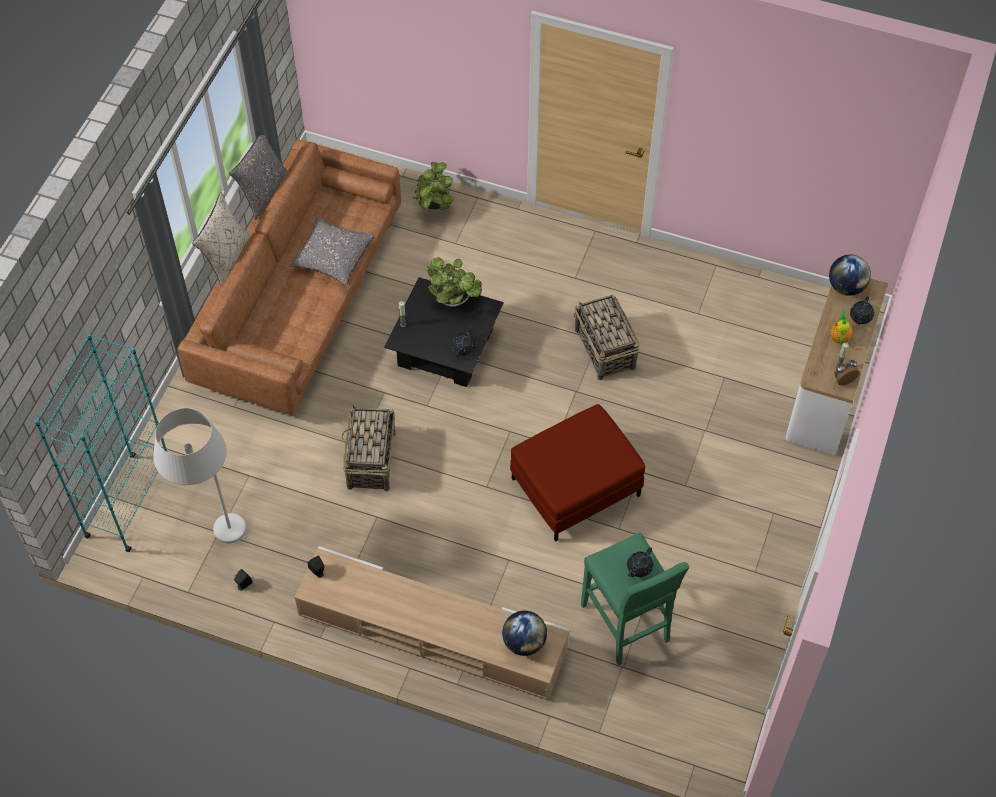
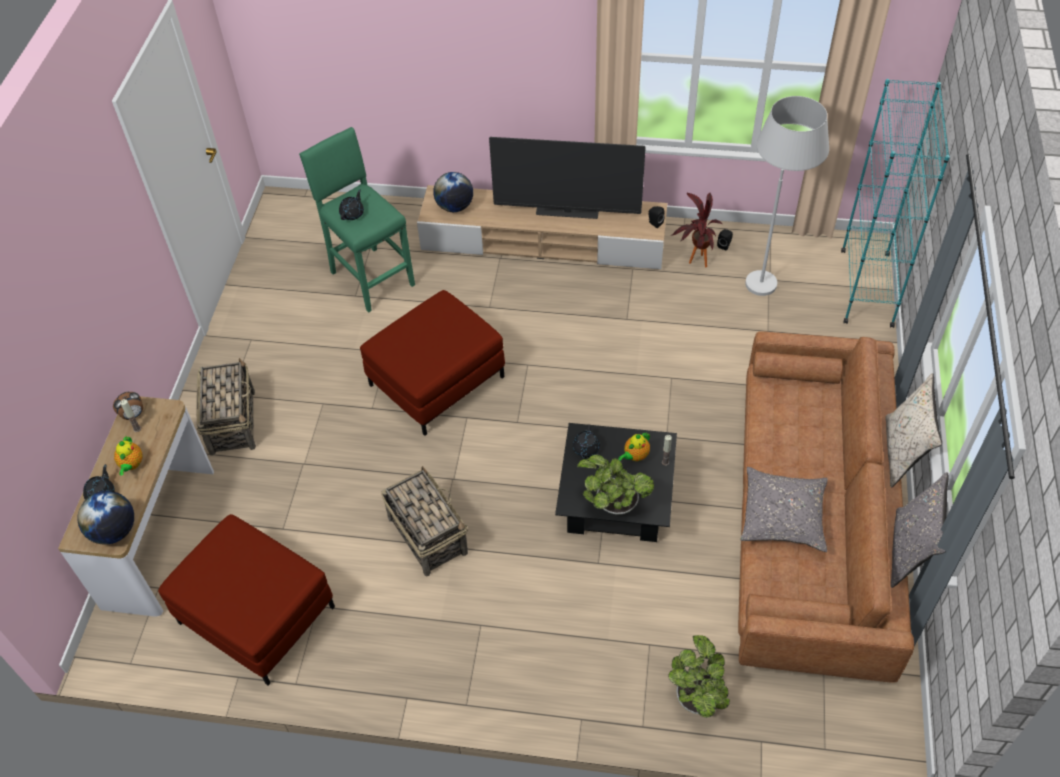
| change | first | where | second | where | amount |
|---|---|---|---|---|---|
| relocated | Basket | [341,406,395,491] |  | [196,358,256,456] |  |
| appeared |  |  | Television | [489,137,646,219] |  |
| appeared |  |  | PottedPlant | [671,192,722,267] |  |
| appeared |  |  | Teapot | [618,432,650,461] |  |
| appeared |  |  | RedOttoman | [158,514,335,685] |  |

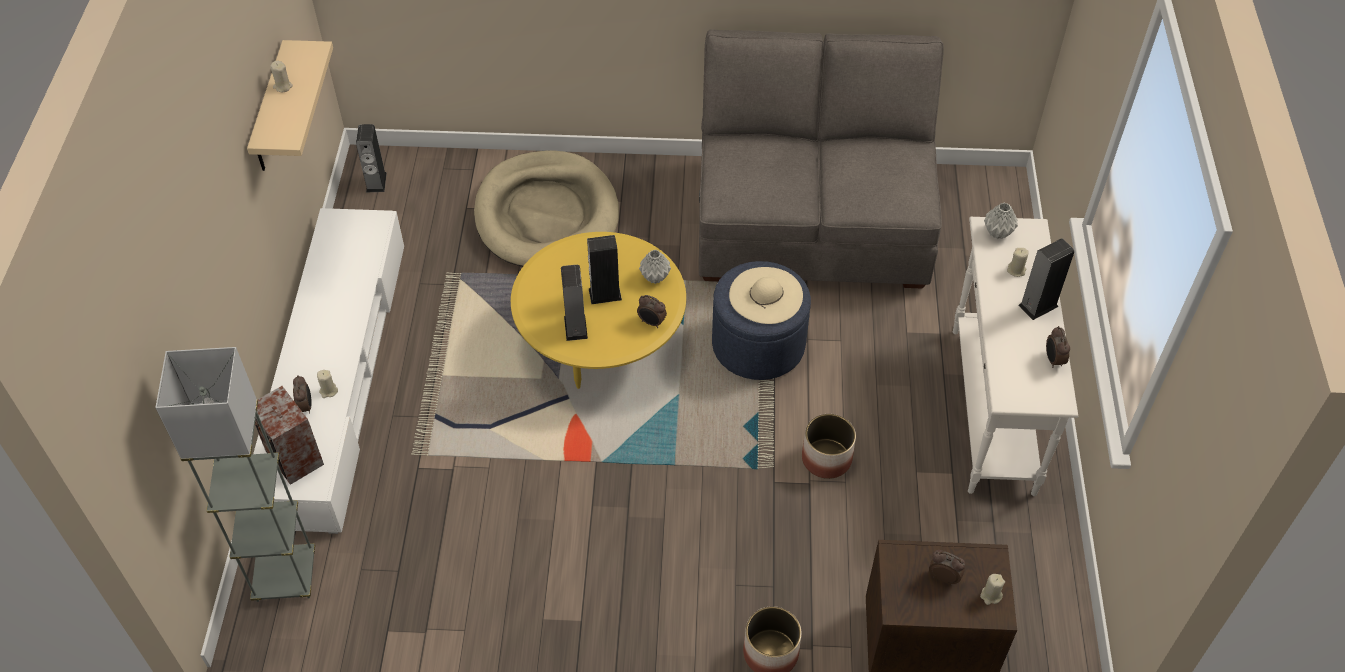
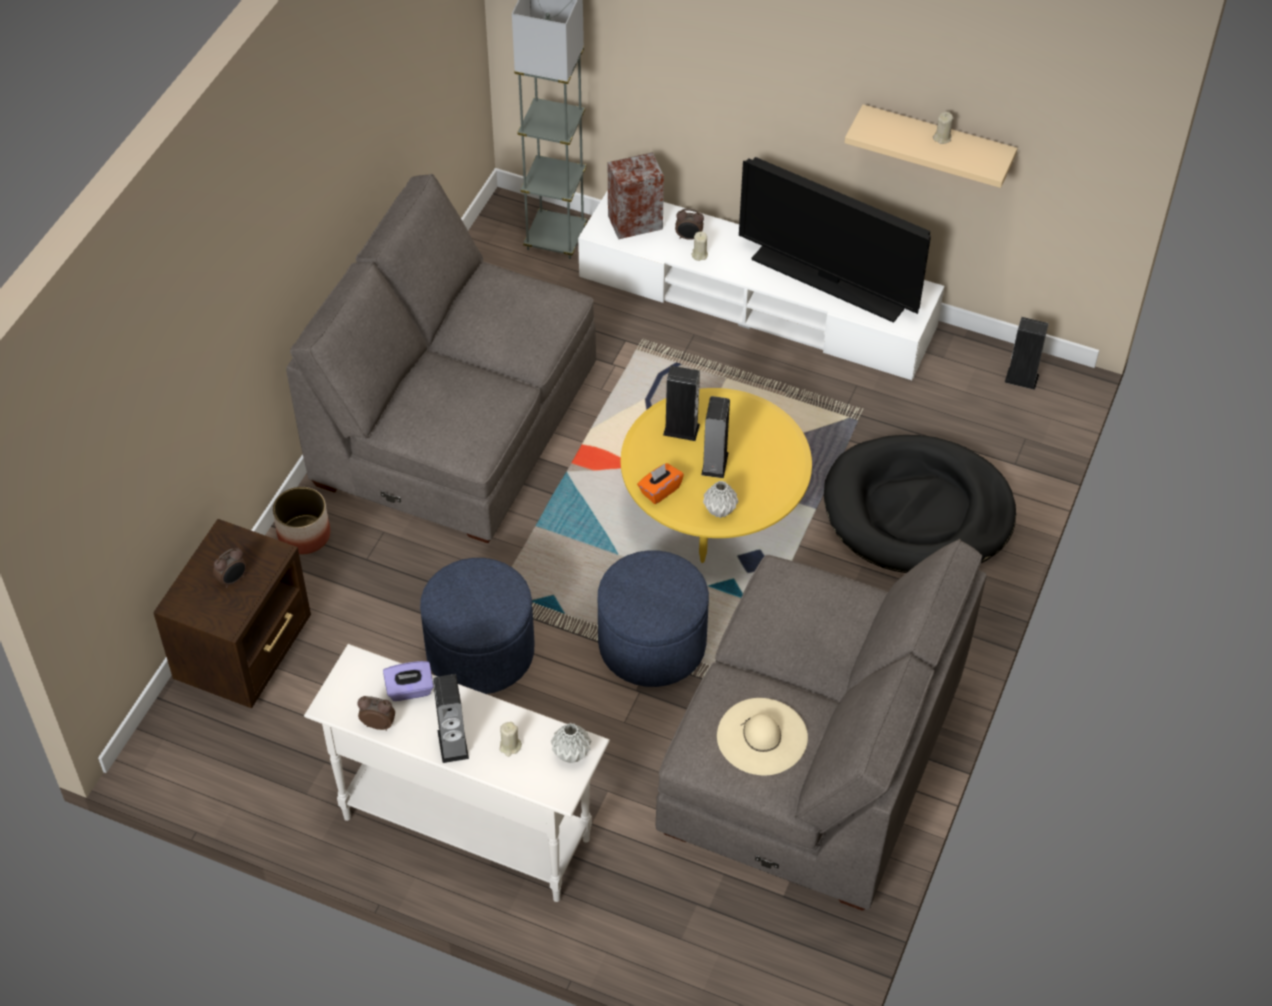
| change | first | where | second | where | amount |
|---|---|---|---|---|---|
| colour | BeigeDogBed | [474,151,619,267] | BlackDogBed | [824,435,1016,573] |  |
| relocated | BeigeHat | [729,267,803,324] |  | [717,698,808,775] |  |
| exchanged | AlarmClock | [637,295,667,328] | OrangeTissueBox | [637,463,684,504] |  |
| exchanged | Planter | [802,414,856,479] | BlueOttoman | [420,558,534,694] |  |
| missing | BeigeCandle | [980,574,1005,605] |  |  |  |
| appeared |  |  | Television | [739,157,931,323] |  |
| appeared |  |  | GreySofa | [286,174,596,543] |  |
| appeared |  |  | PurpleTissueBox | [383,661,433,701] |  |

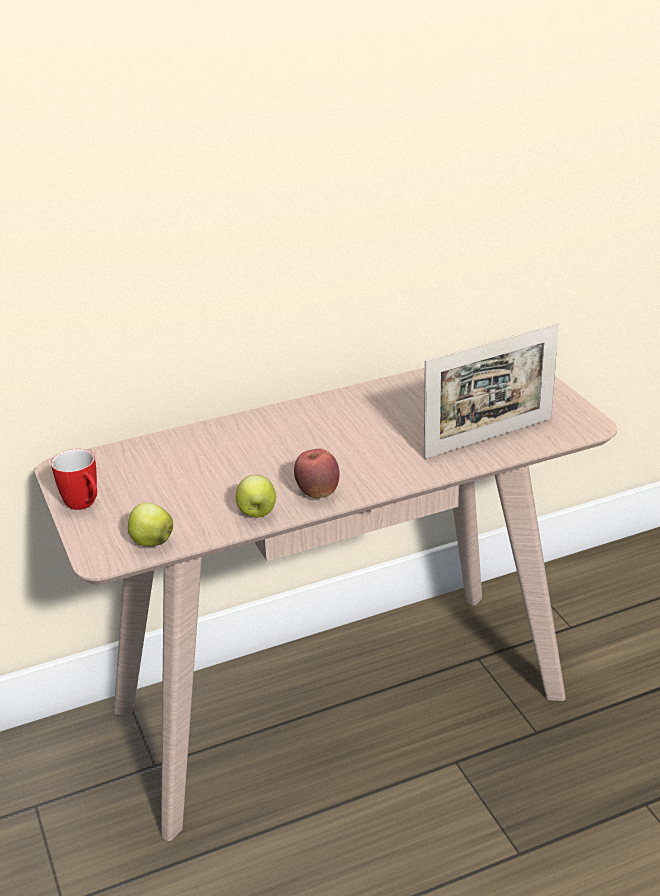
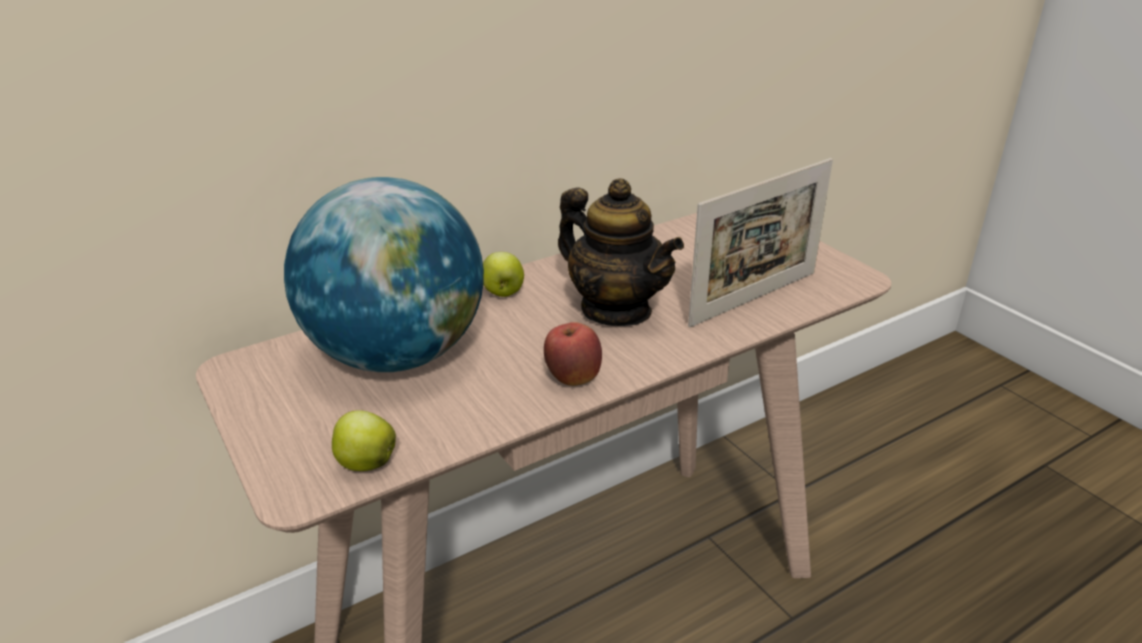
| change | first | where | second | where | amount |
|---|---|---|---|---|---|
| missing | Mug | [51,449,97,510] |  |  |  |
| relocated | Apple | [236,475,276,518] |  | [483,252,524,297] |  |
| appeared |  |  | Globe | [284,177,484,372] |  |
| appeared |  |  | Teapot | [558,178,684,326] |  |

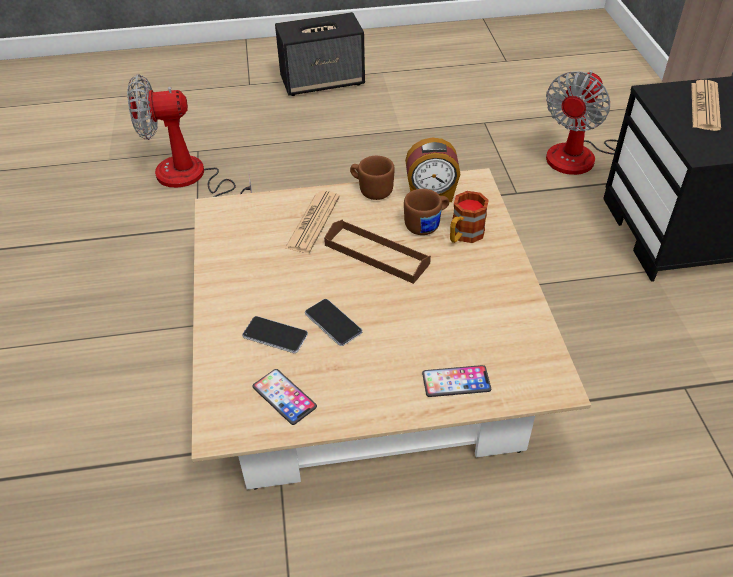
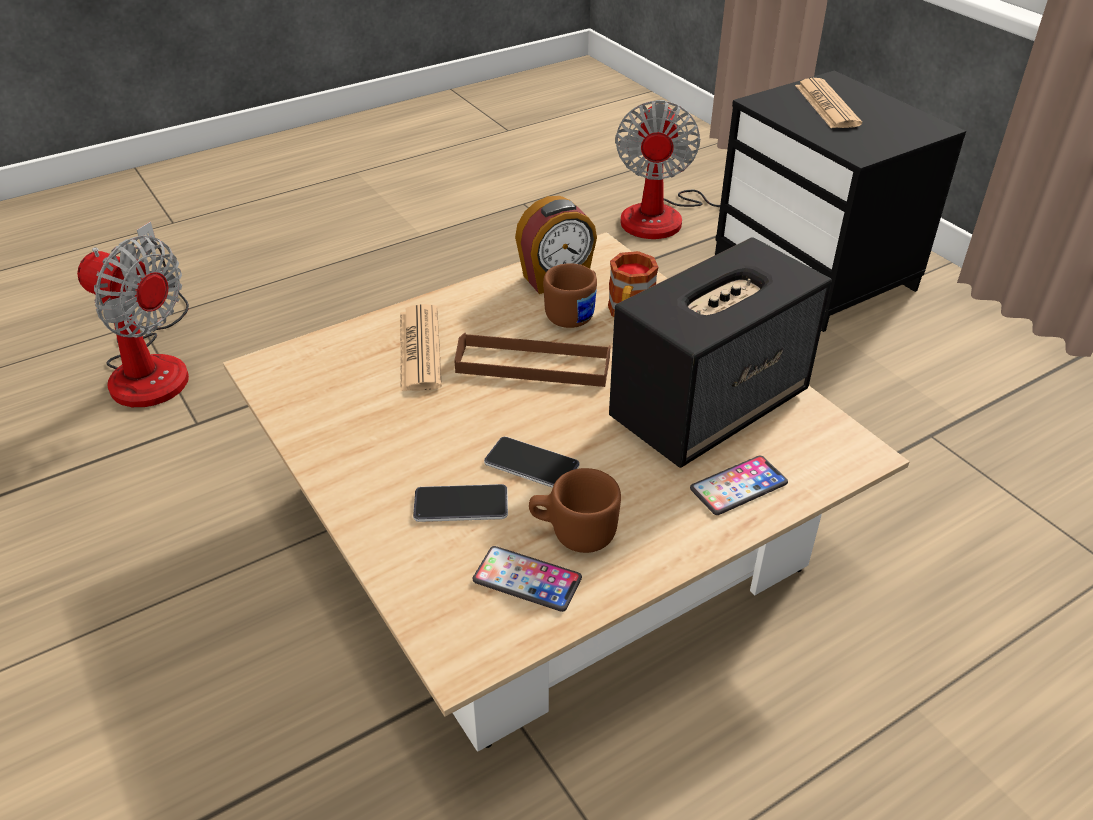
| change | first | where | second | where | amount |
|---|---|---|---|---|---|
| relocated | Speaker | [275,12,365,96] |  | [609,237,832,468] |  |
| spun | Fan | [127,74,252,197] |  | [77,222,189,407] | 120 degrees counterclockwise |
| relocated | BrownMug | [350,156,395,200] |  | [529,468,621,553] |  |

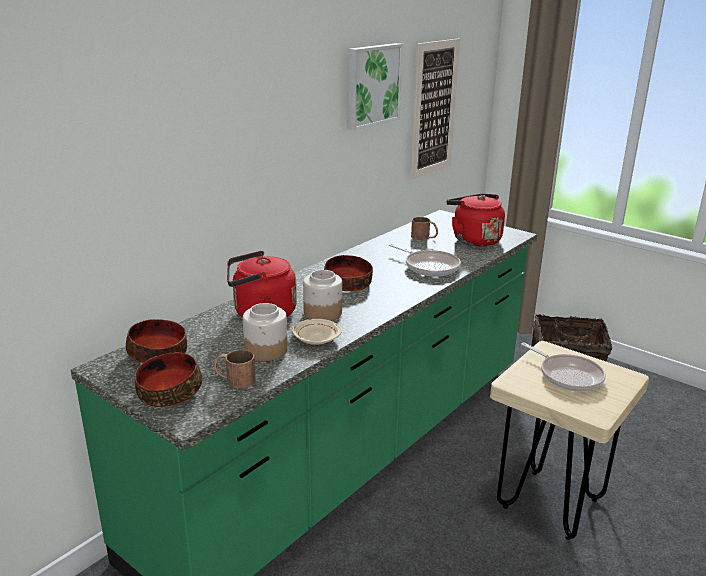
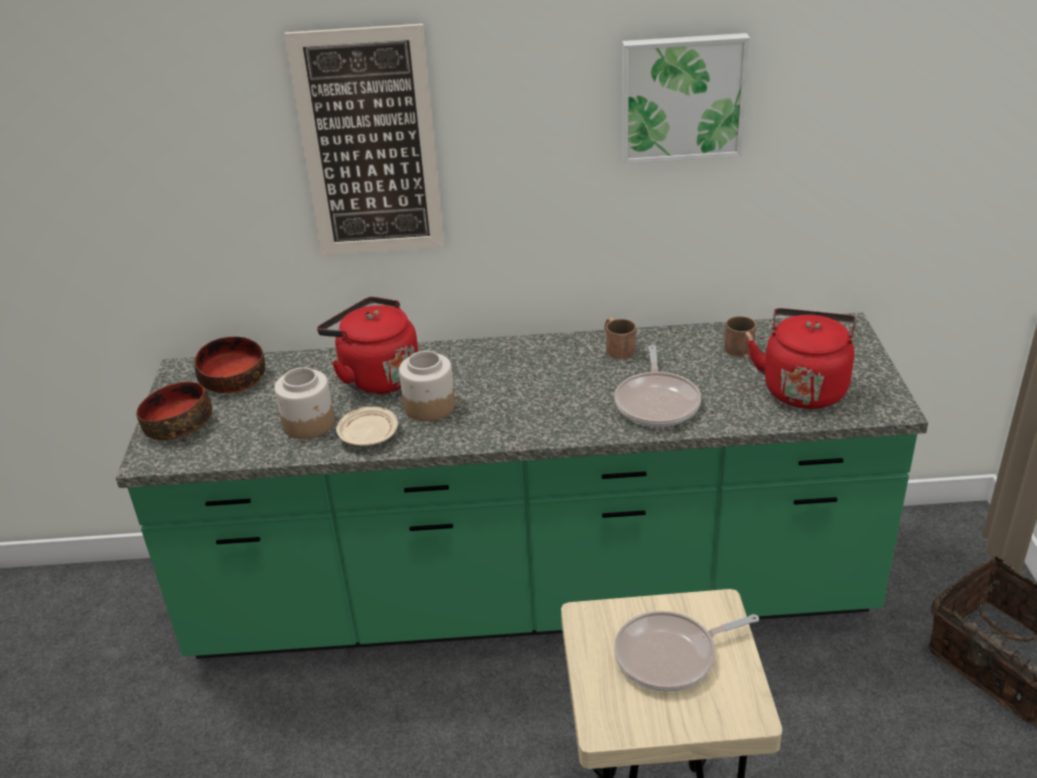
| change | first | where | second | where | amount |
|---|---|---|---|---|---|
| relocated | Picture | [411,39,460,179] |  | [284,24,445,255] |  |
| missing | Bowl | [324,255,373,292] |  |  |  |
| spun | FryingPan | [521,343,606,391] |  | [614,611,759,692] | 60 degrees clockwise |
| relocated | BrownMug | [214,350,256,388] |  | [604,318,636,360] |  |

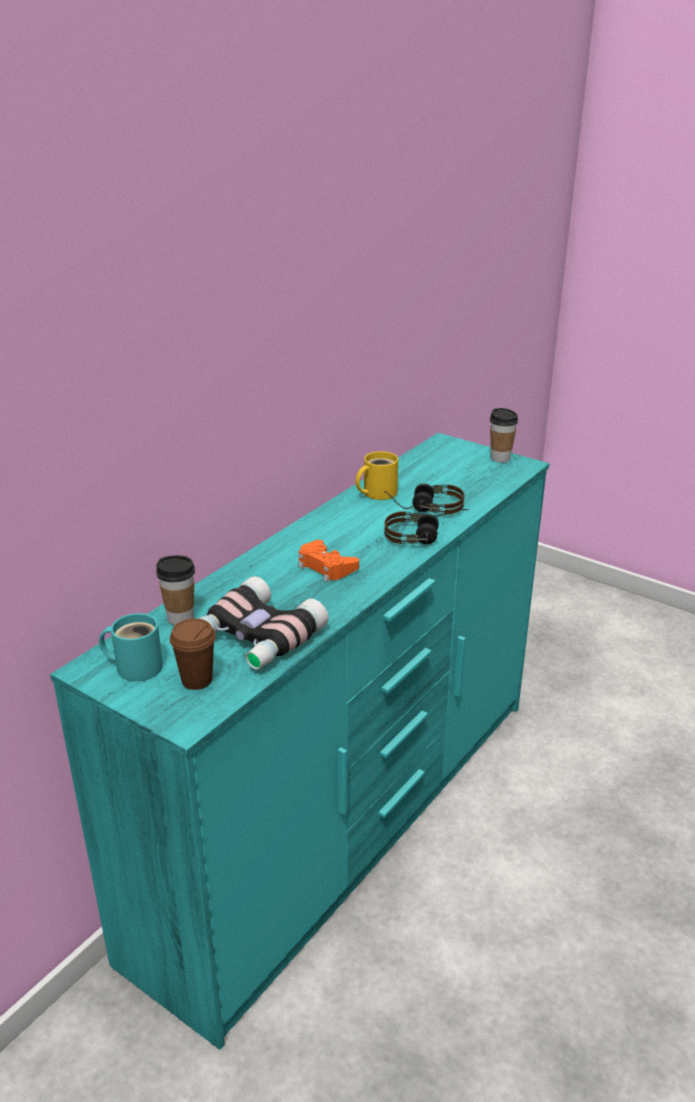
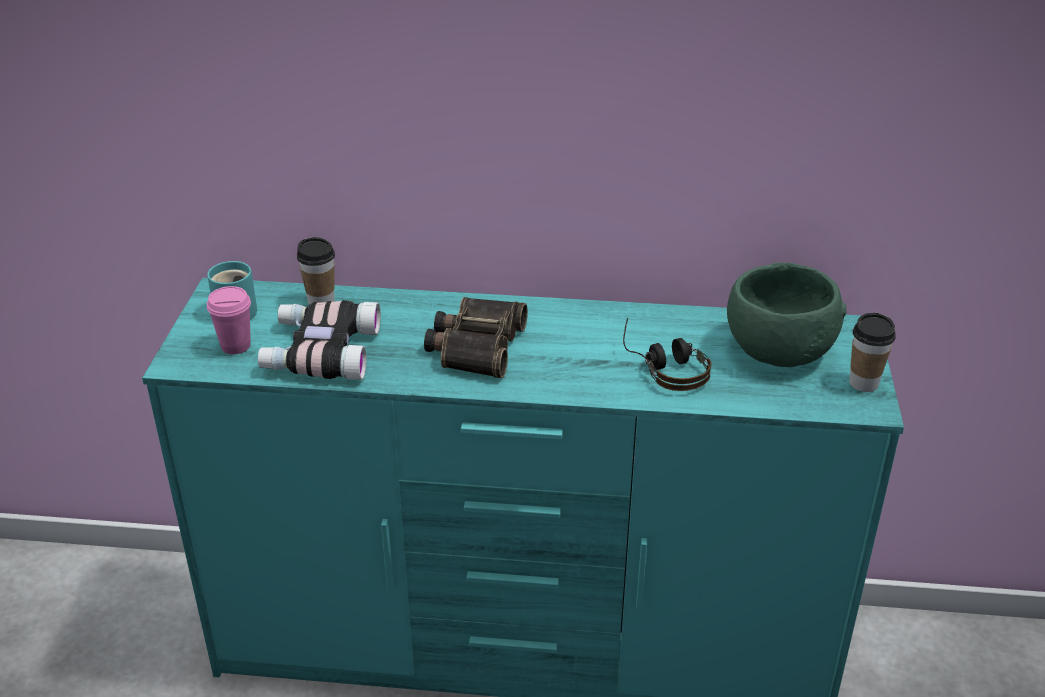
| change | first | where | second | where | amount |
|---|---|---|---|---|---|
| missing | YellowMug | [356,451,398,500] |  |  |  |
| missing | Headphones | [384,509,469,544] |  |  |  |
| exchanged | OrangeGameController | [298,540,359,582] | Binoculars | [424,297,528,378] |  |
| colour | BrownCup | [170,618,216,690] | PinkCup | [207,286,251,354] |  |
| appeared |  |  | GreenBowl | [727,262,847,367] |  |

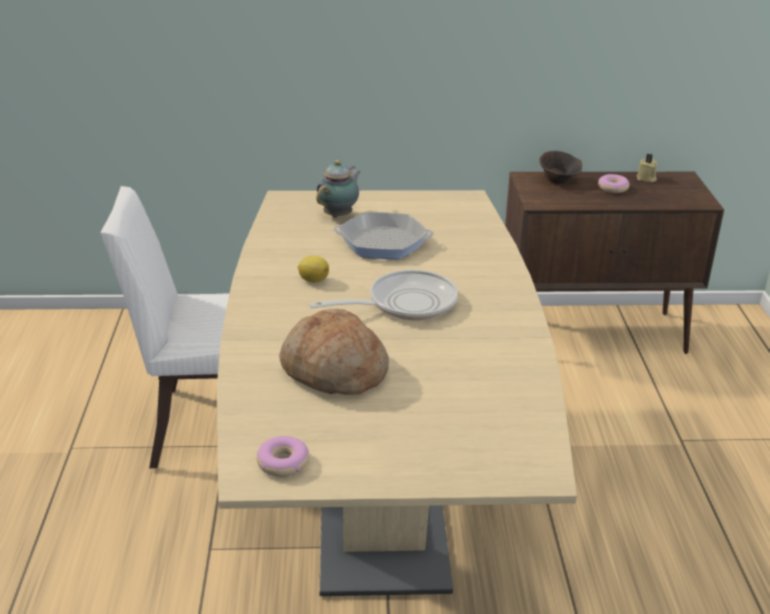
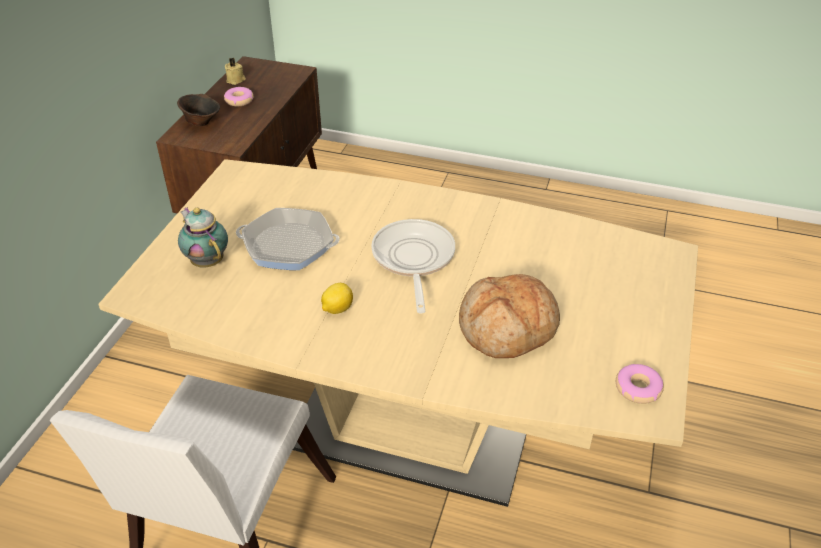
| change | first | where | second | where | amount |
|---|---|---|---|---|---|
| spun | FryingPan | [333,212,434,259] |  | [236,208,340,270] | 105 degrees counterclockwise |

